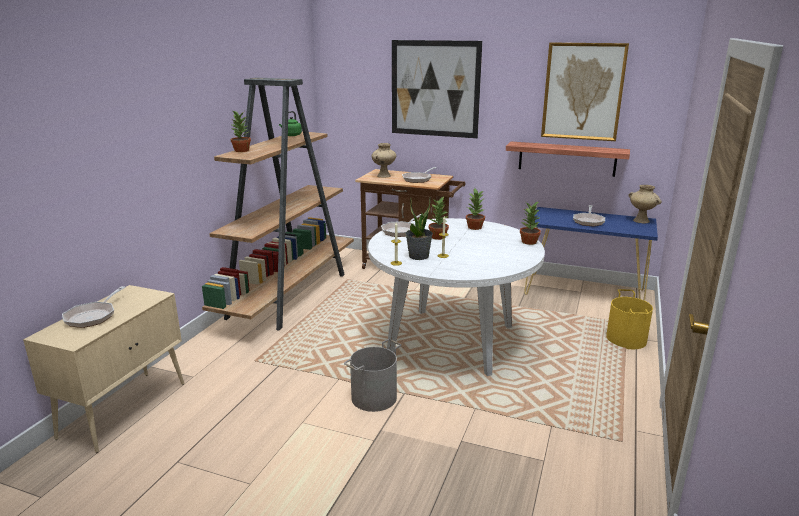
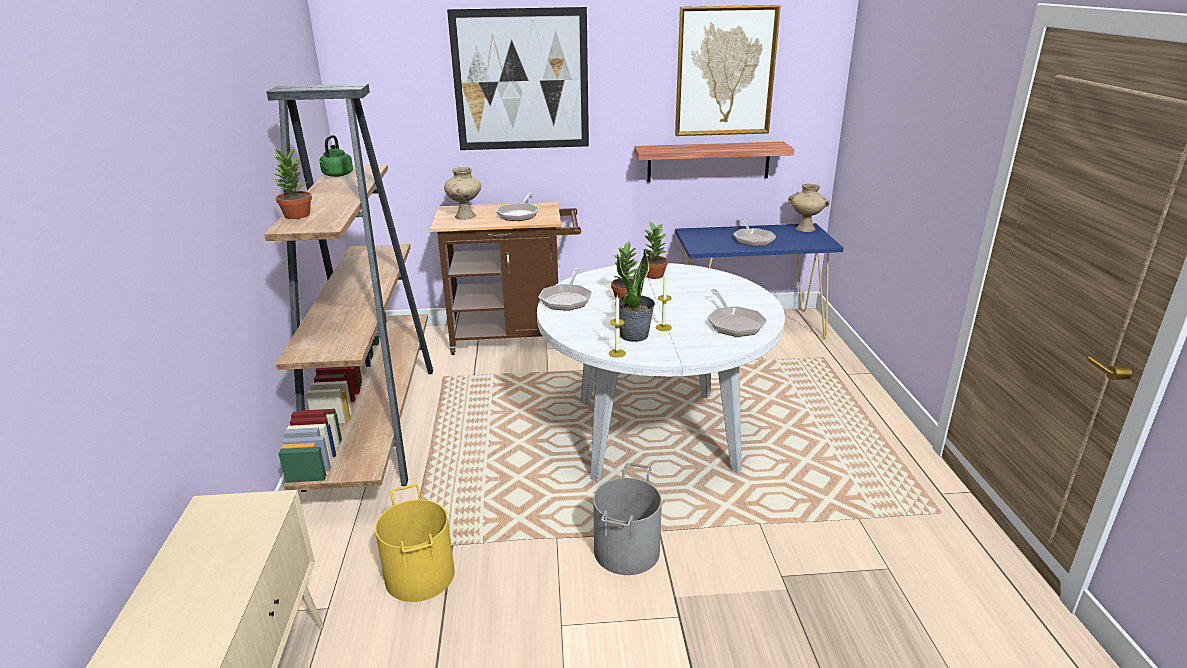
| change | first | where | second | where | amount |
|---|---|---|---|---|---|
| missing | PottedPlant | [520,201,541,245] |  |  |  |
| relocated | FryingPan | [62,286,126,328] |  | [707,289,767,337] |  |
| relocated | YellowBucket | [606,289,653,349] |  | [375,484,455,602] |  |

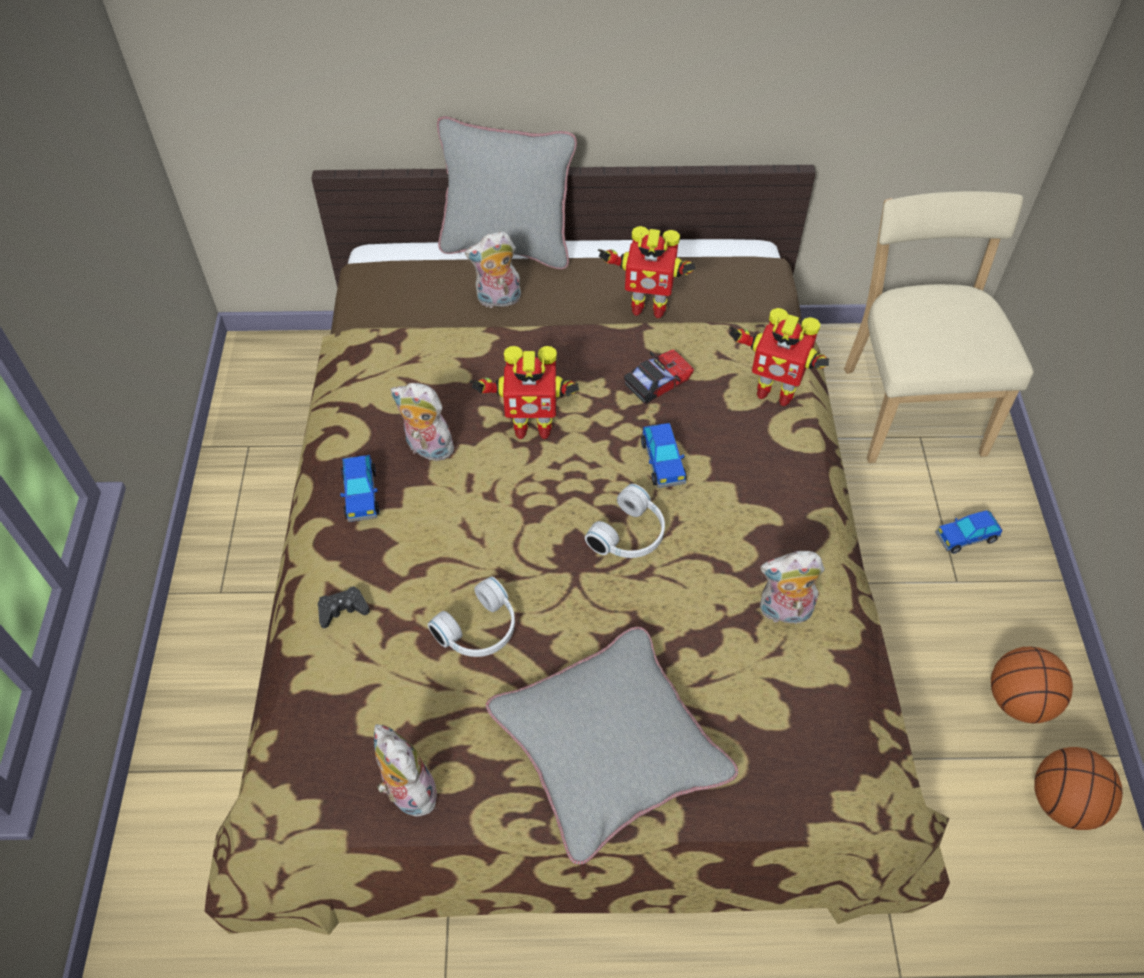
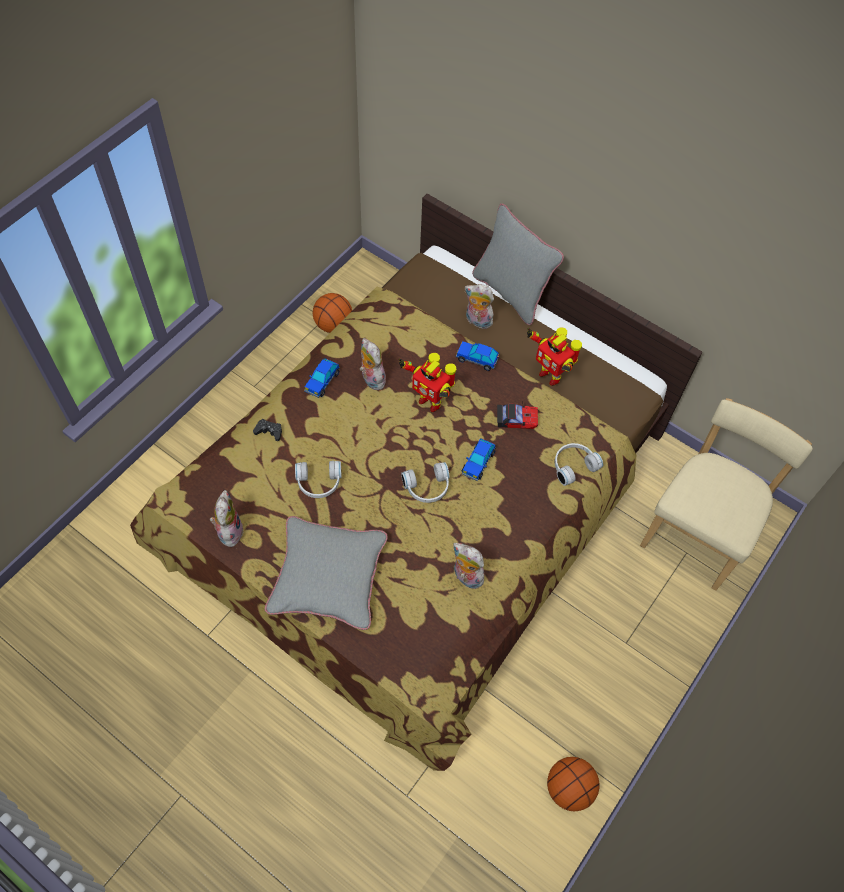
| change | first | where | second | where | amount |
|---|---|---|---|---|---|
| exchanged | ToyRobot | [729,308,829,406] | WhiteHeadphones | [555,443,603,486] |  |
| relocated | ToyCar | [935,510,1002,553] |  | [456,341,499,371] |  |
| relocated | Basketball | [991,647,1073,724] |  | [313,293,352,333] |  |

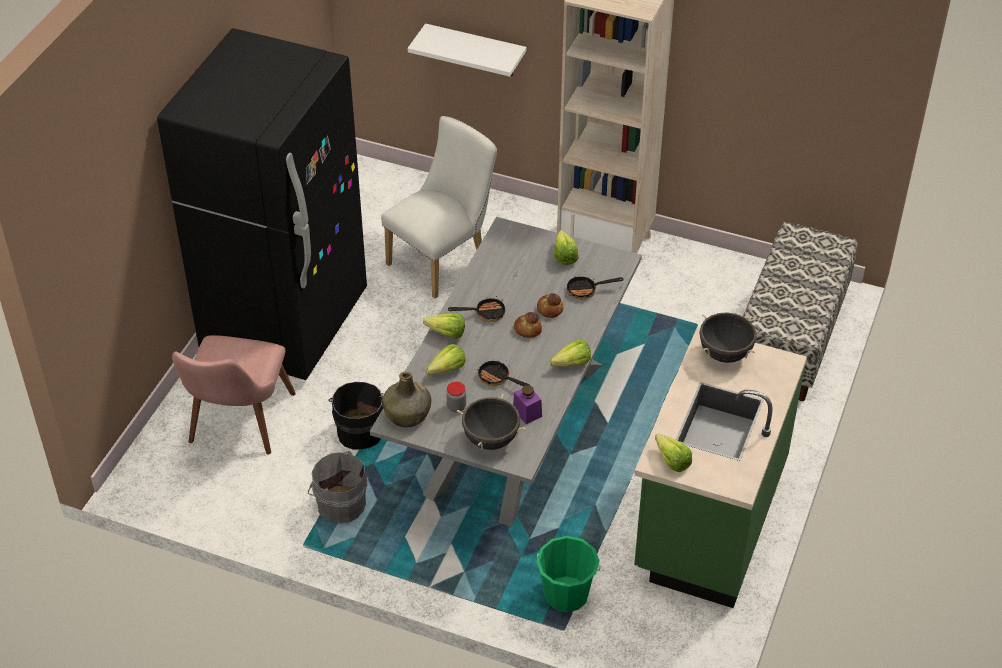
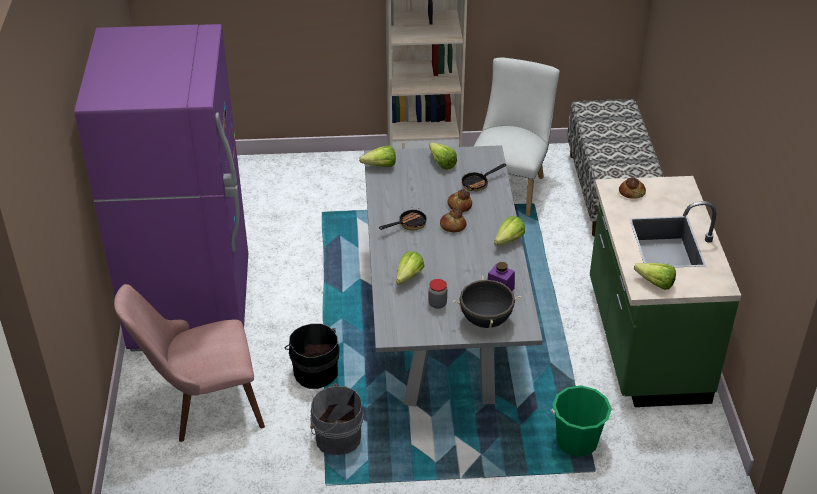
| change | first | where | second | where | amount |
|---|---|---|---|---|---|
| missing | WhiteShelf | [408,23,526,77] |  |  |  |
| colour | BlackFridge | [157,28,367,380] | PurpleFridge | [75,24,248,351] |  |
| relocated | WhiteChair | [381,116,497,299] |  | [474,58,560,216] |  |
| exchanged | BlackCookingPot | [699,312,757,363] | Bread | [619,177,646,199] |  |
| relocated | Lettuce | [423,313,465,339] |  | [359,146,396,167] |  |
| spun | PinkChair | [172,335,296,454] |  | [114,284,265,442] | 90 degrees clockwise |
| missing | FryingPan | [477,361,531,387] |  |  |  |
| missing | GreenBottle | [382,371,431,427] |  |  |  |

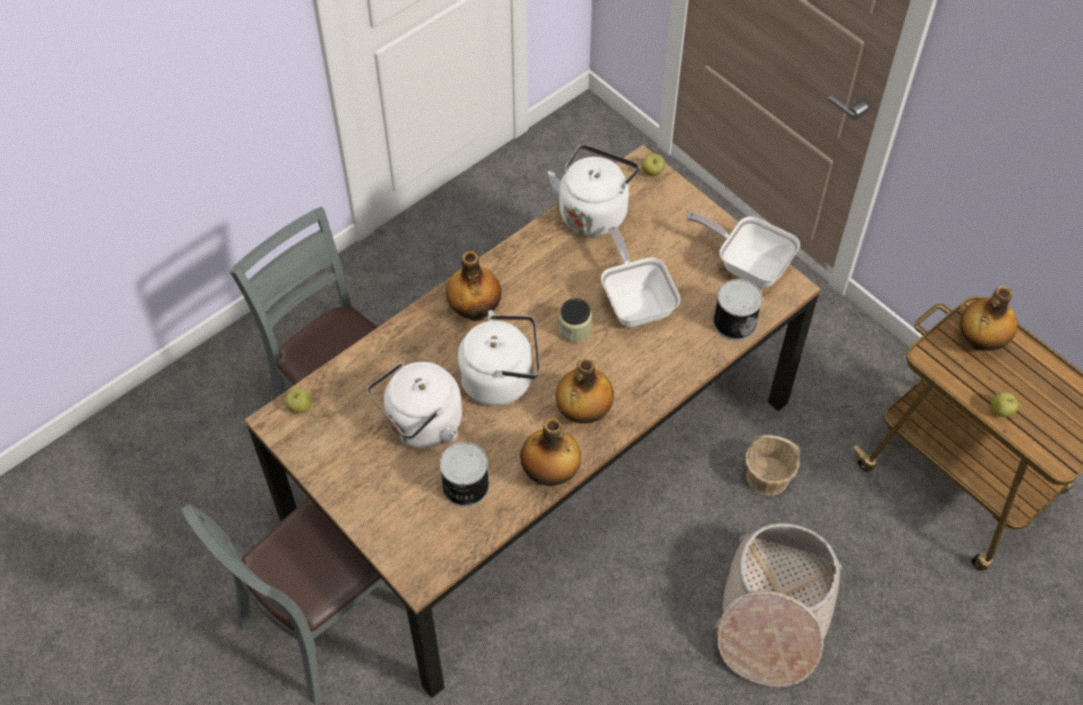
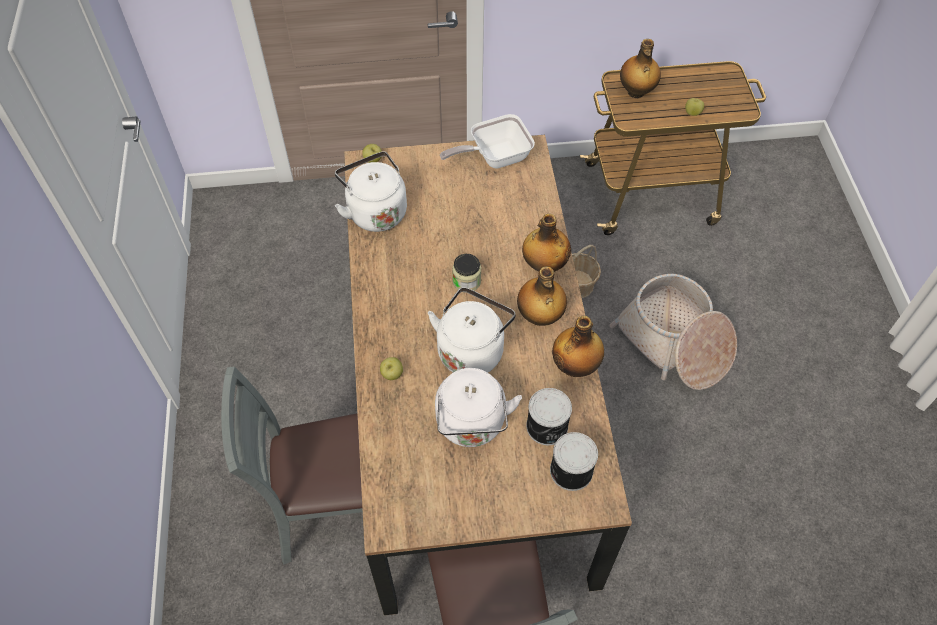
| change | first | where | second | where | amount |
|---|---|---|---|---|---|
| missing | FryingPan | [601,226,681,327] |  |  |  |
| relocated | Bottle | [446,251,501,321] |  | [522,214,571,272] |  |
| relocated | Can | [713,279,762,340] |  | [550,432,598,491] |  |
| relocated | Apple | [286,388,312,413] |  | [380,357,403,380] |  |

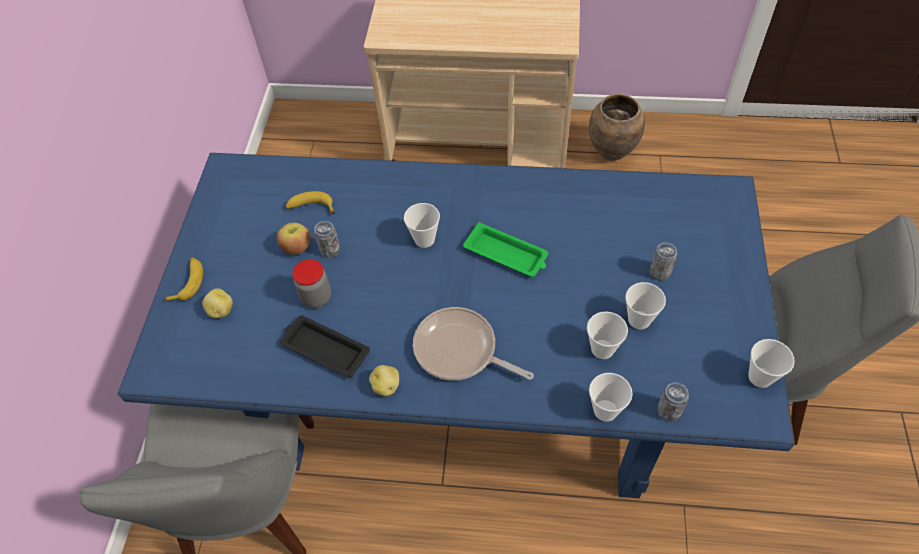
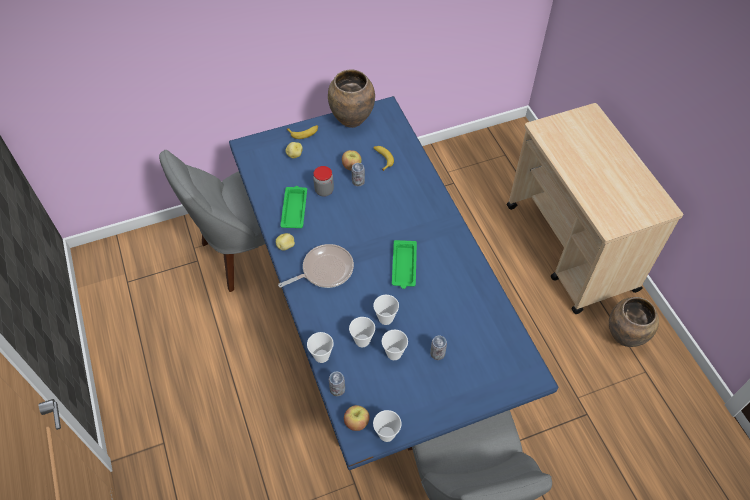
| change | first | where | second | where | amount |
|---|---|---|---|---|---|
| relocated | Cup | [404,203,440,248] |  | [373,295,399,325] |  |
| spun | FryingPan | [413,307,534,381] |  | [278,244,354,288] | 60 degrees clockwise |
| colour | BlackTray | [280,315,370,378] | GreenTray | [280,186,307,228] |  |
| appeared |  |  | BrownVase | [328,70,375,128] |  |
| appeared |  |  | Apple | [344,405,370,431] |  |

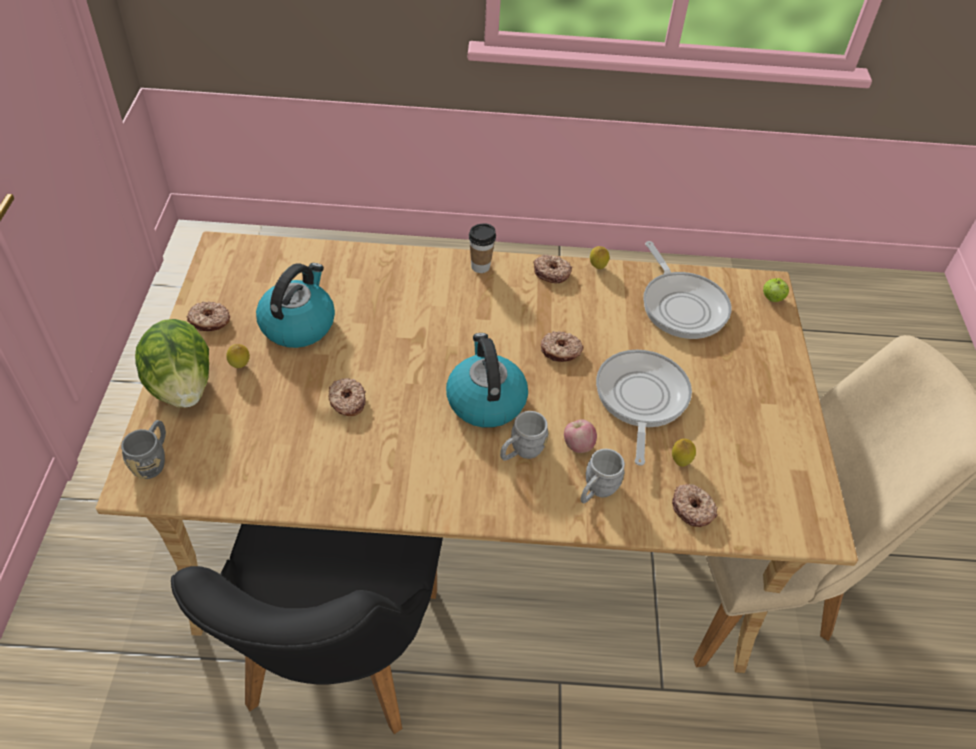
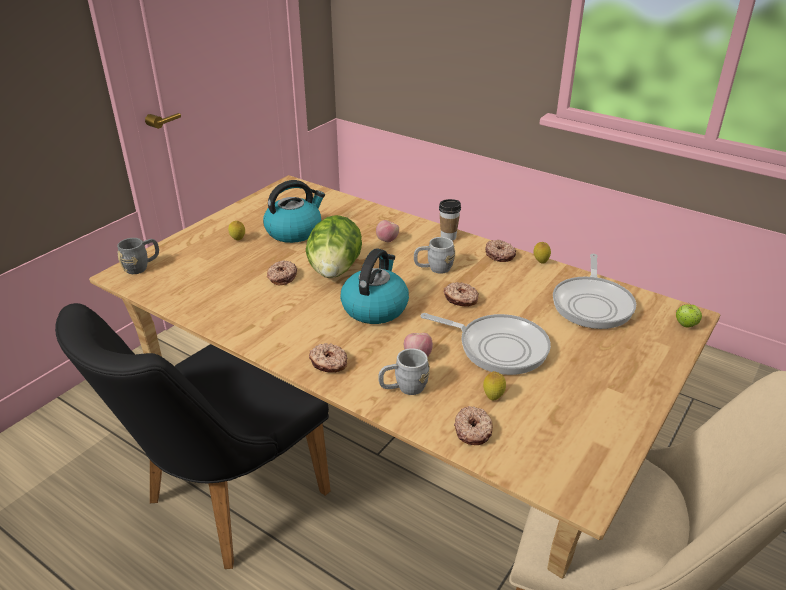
| change | first | where | second | where | amount |
|---|---|---|---|---|---|
| relocated | Donut | [186,301,230,331] |  | [309,343,347,373] |  |
| relocated | Lettuce | [135,319,209,408] |  | [306,215,362,278] |  |
| spun | FryingPan | [596,350,692,466] |  | [421,313,551,375] | 75 degrees clockwise |
| relocated | GreyMug | [500,411,549,460] |  | [414,237,455,274] |  |
| appeared |  |  | Apple | [376,220,399,242] |  |

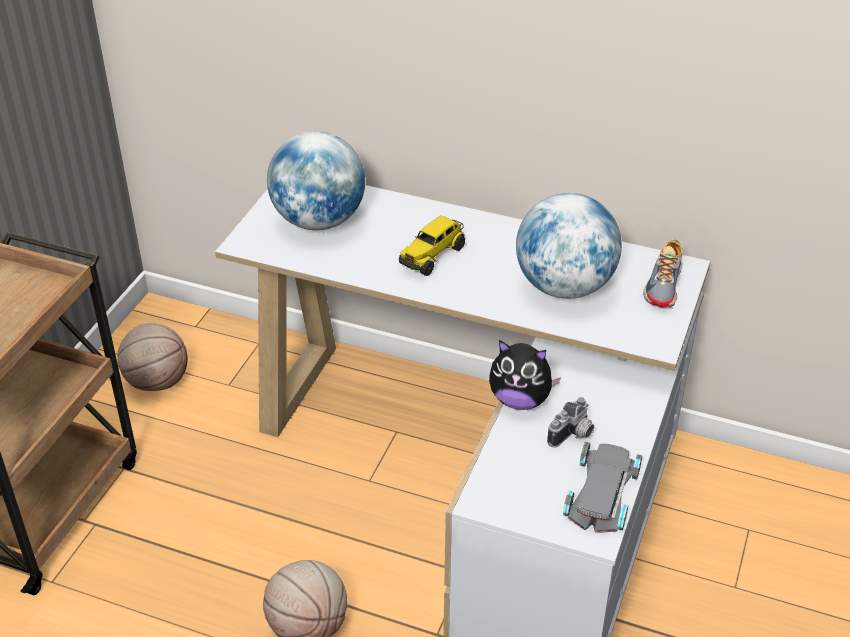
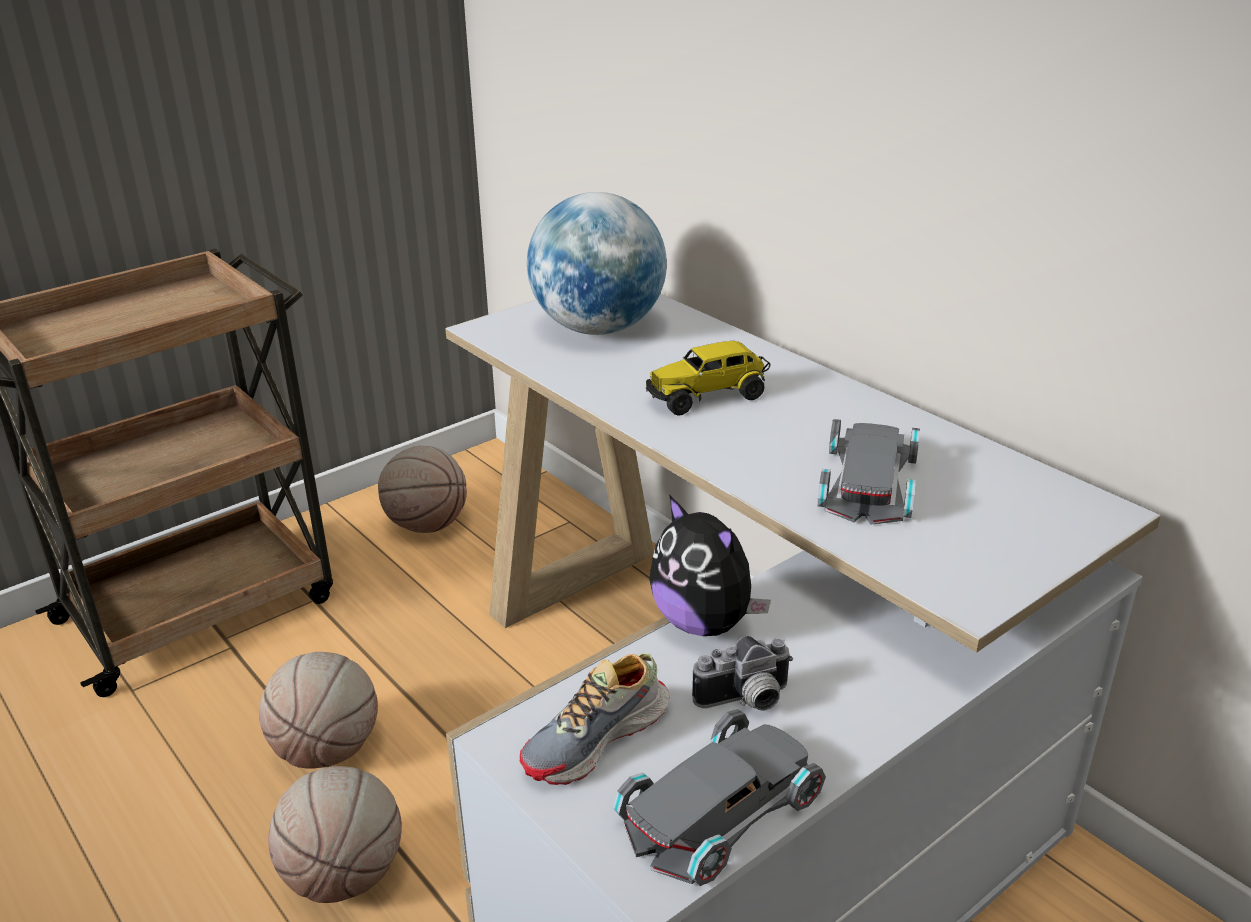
| change | first | where | second | where | amount |
|---|---|---|---|---|---|
| exchanged | Globe | [516,193,622,299] | GreyToyCar | [818,419,920,525] |  |
| relocated | Shoe | [643,239,683,308] |  | [520,653,669,785] |  |
| appeared |  |  | Basketball | [259,652,378,769] |  |

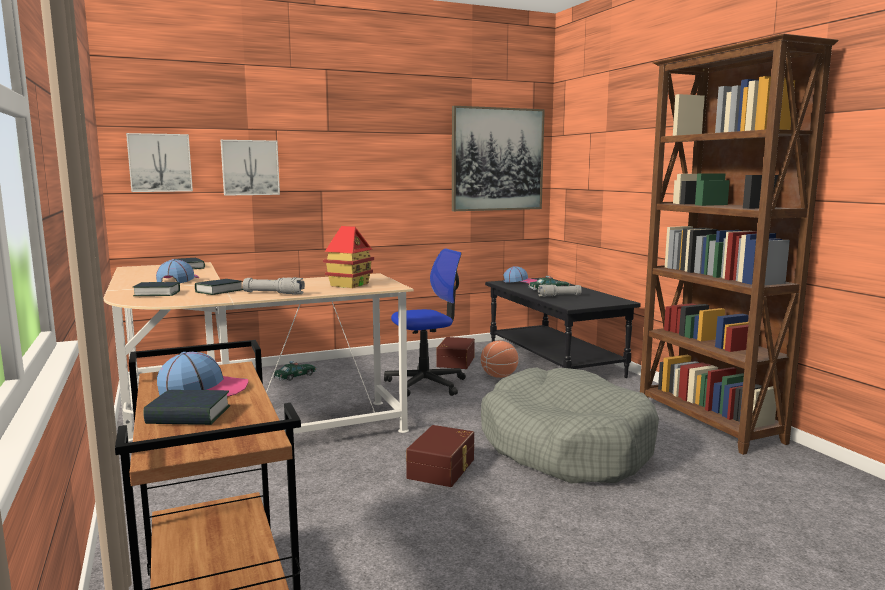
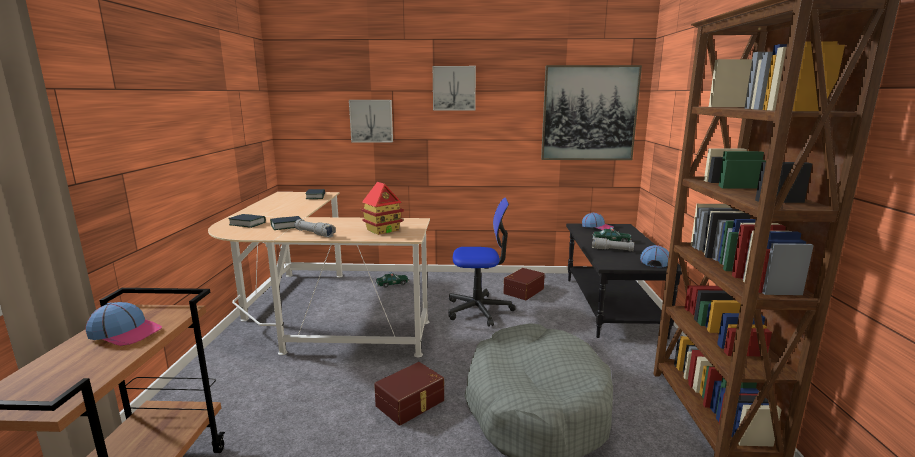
| change | first | where | second | where | amount |
|---|---|---|---|---|---|
| relocated | Picture | [126,133,193,192] |  | [433,66,476,111] |  |
| relocated | Cap | [156,259,199,283] |  | [640,245,669,267] |  |
| missing | Basketball | [481,341,518,378] |  |  |  |
| missing | Book | [143,390,230,425] |  |  |  |

